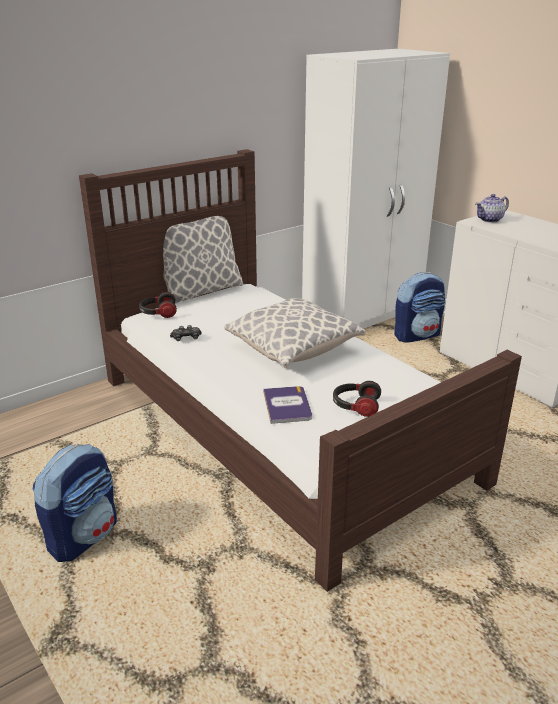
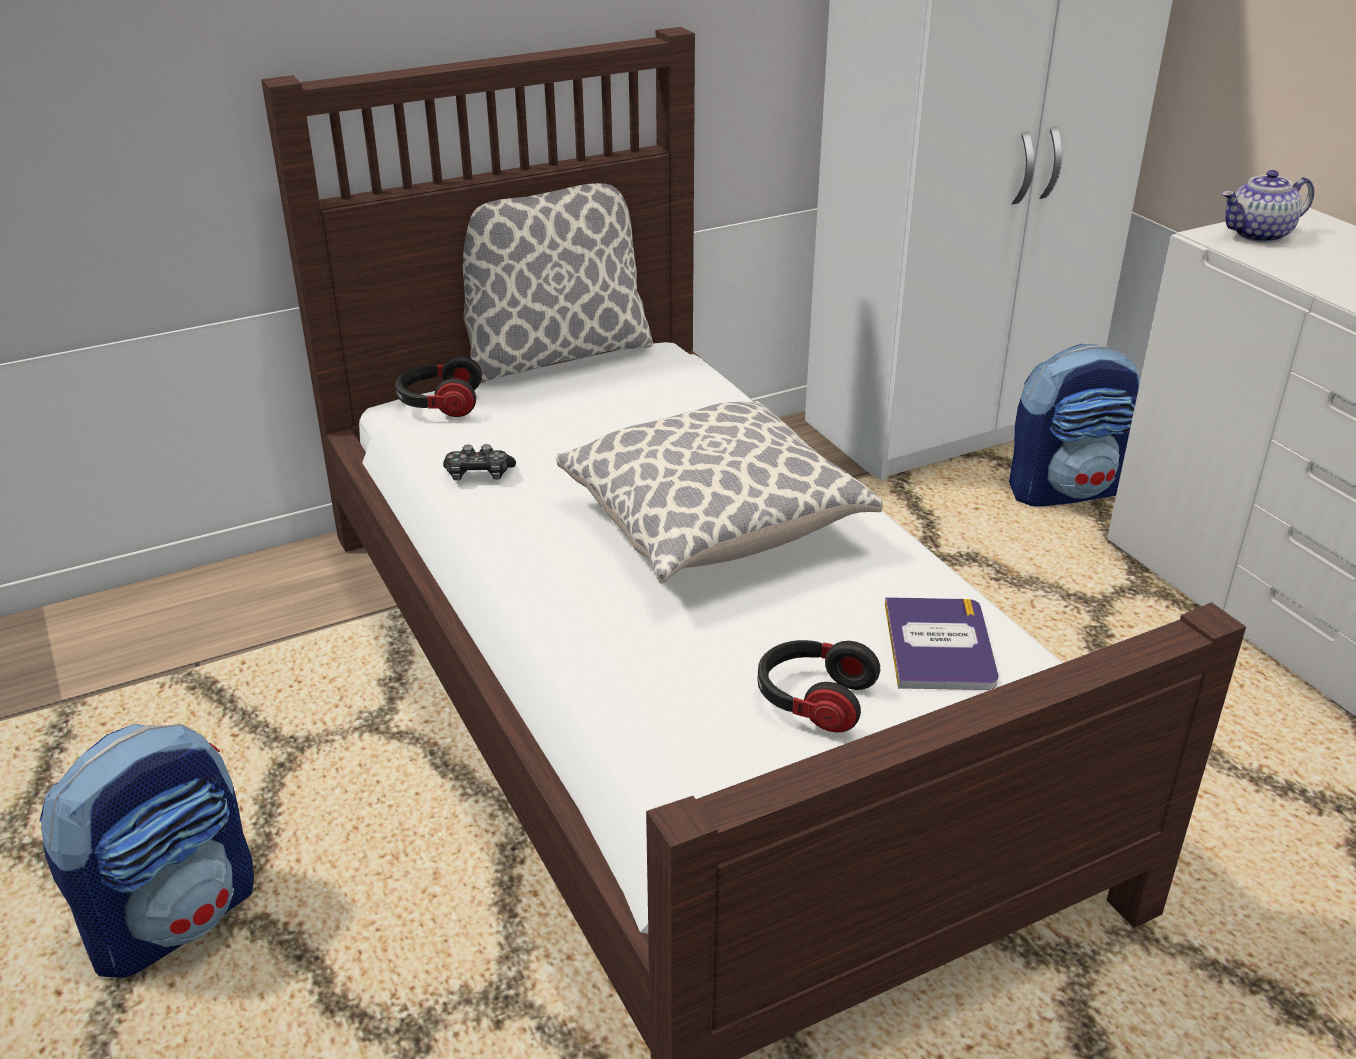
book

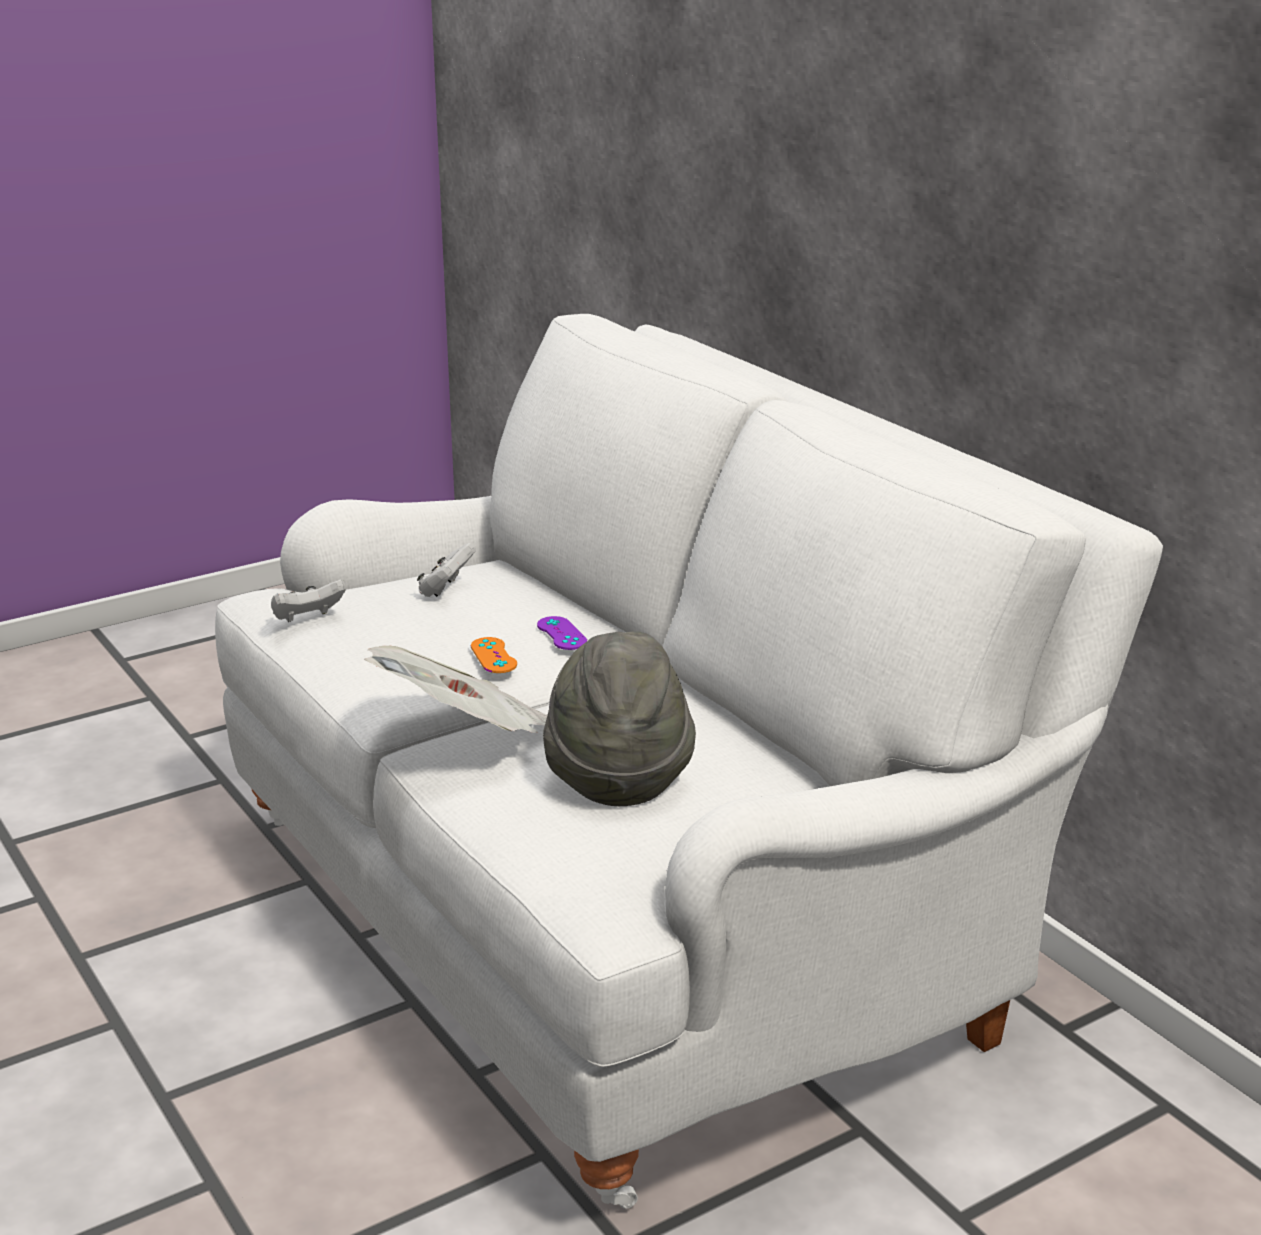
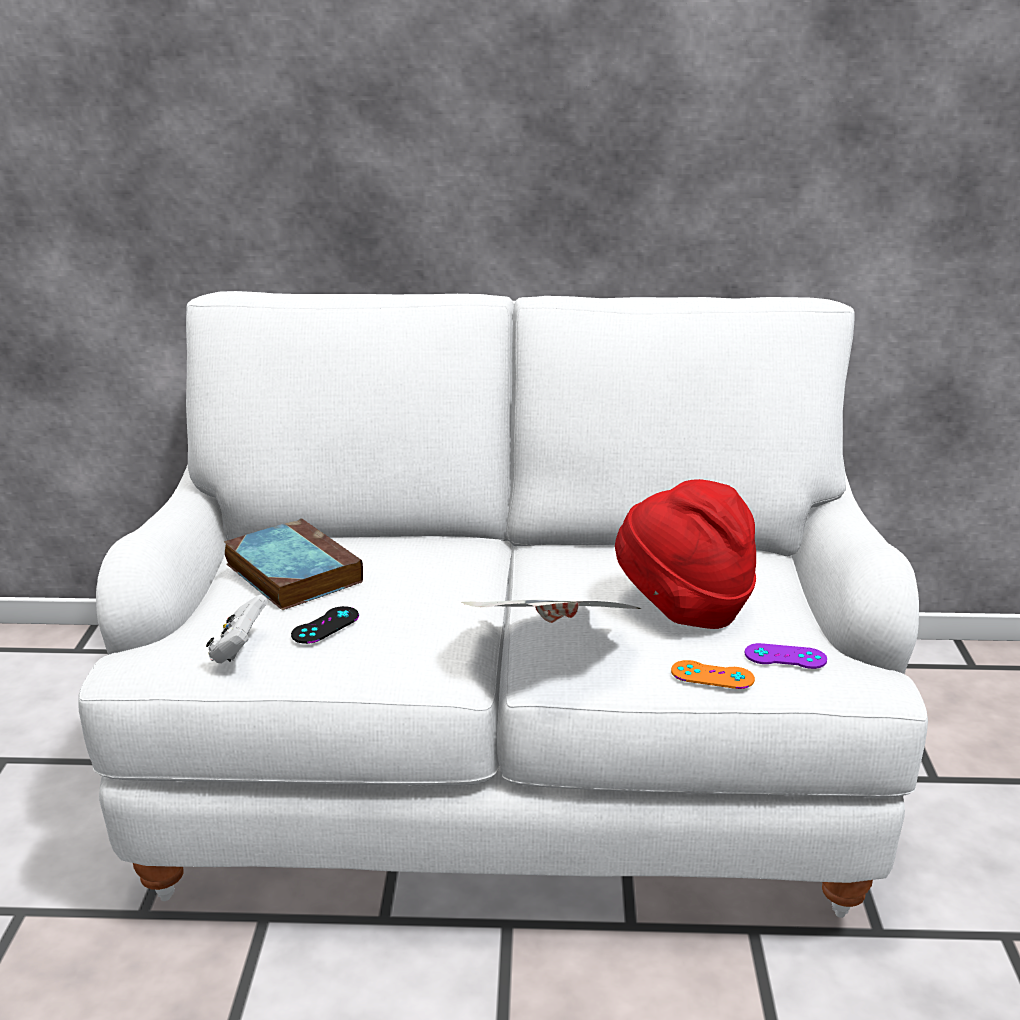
book
purple game controller
red hat
orange game controller
black game controller

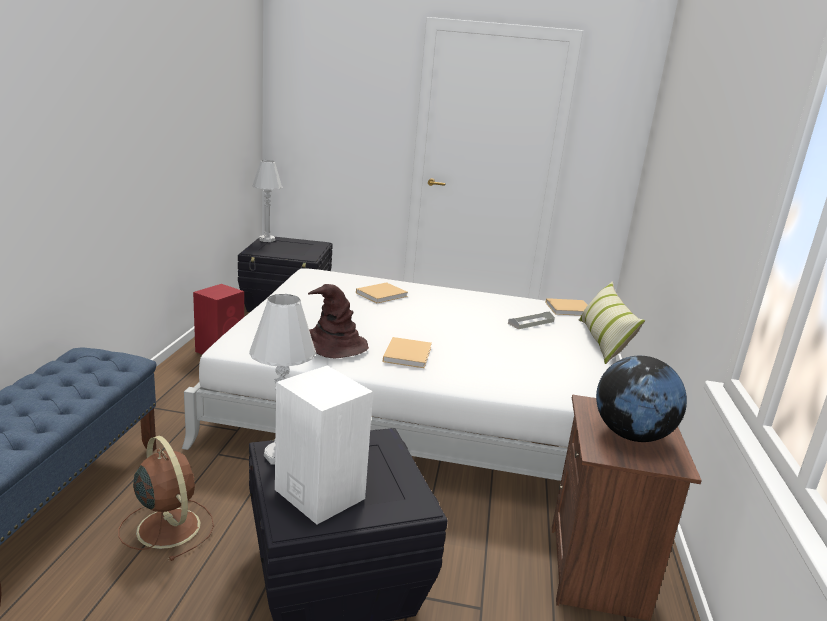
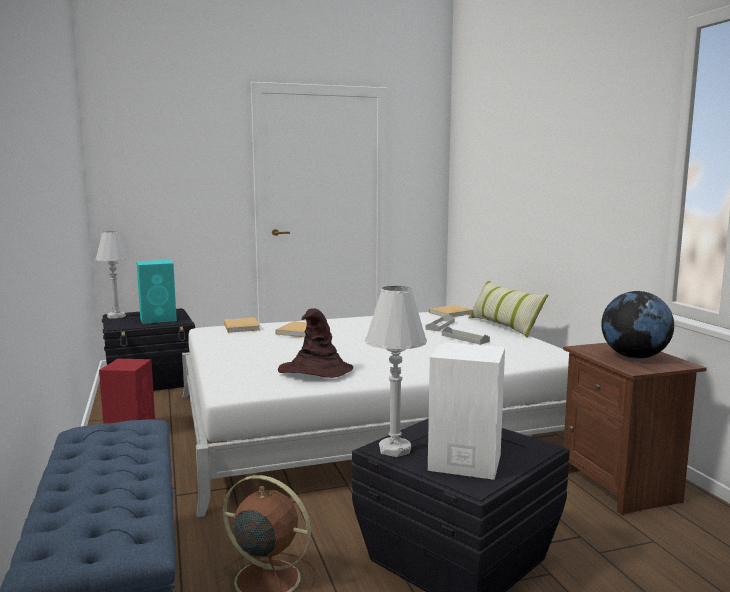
beige book (1st from left)
turquoise speaker
grey tray (2nd from left)

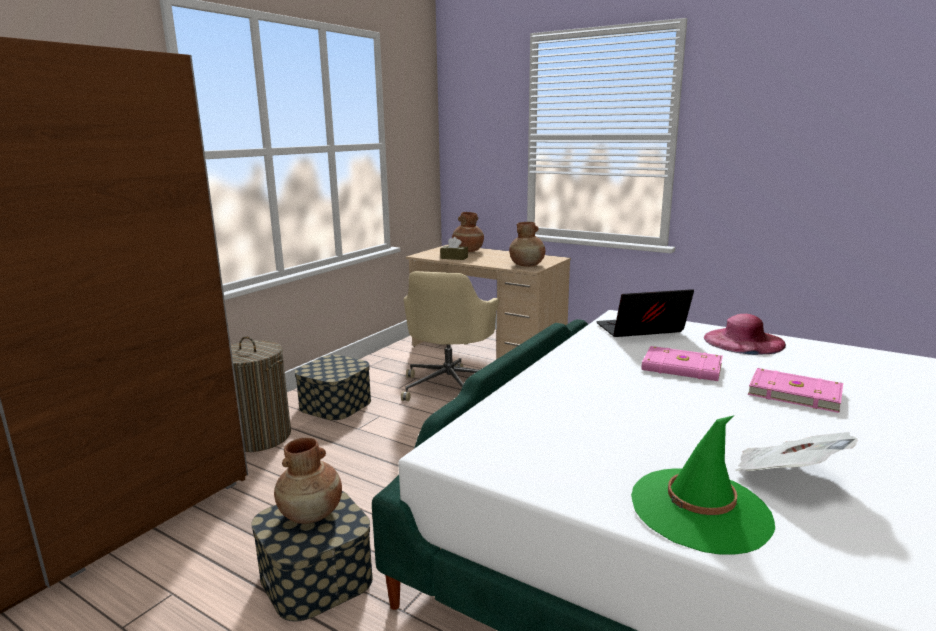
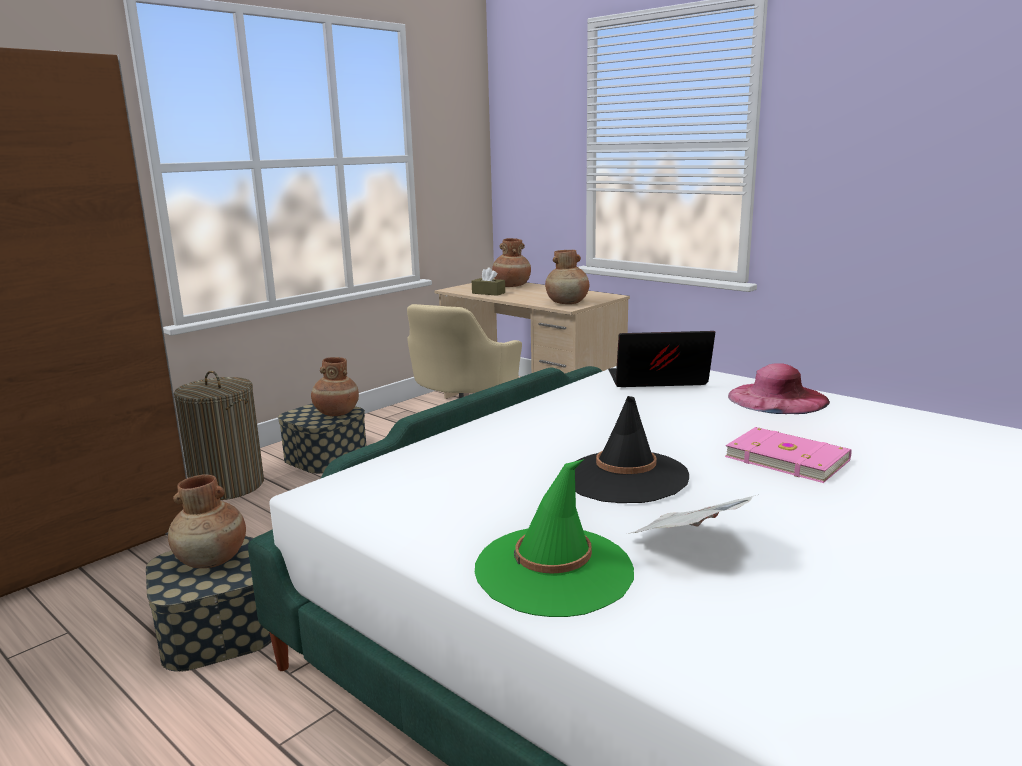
pink book (1st from left in the first image)
brown vase (2nd from left)
black hat

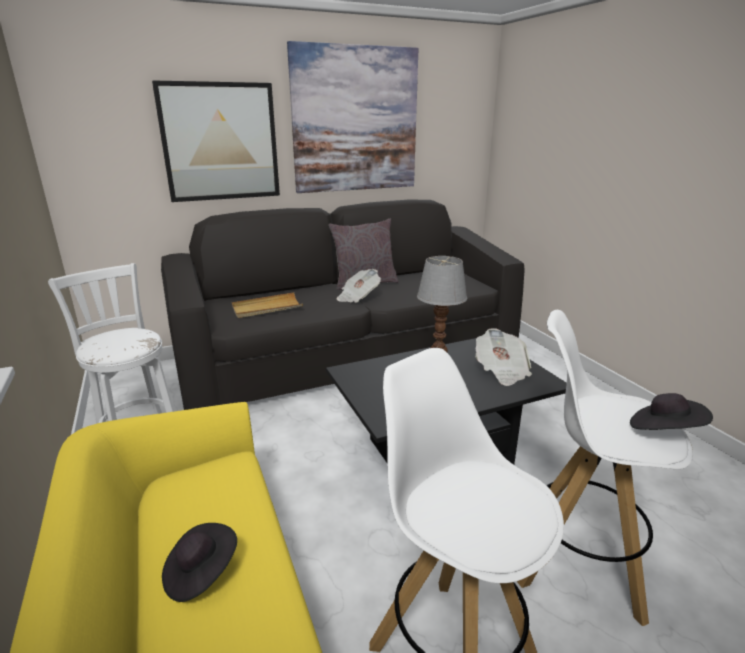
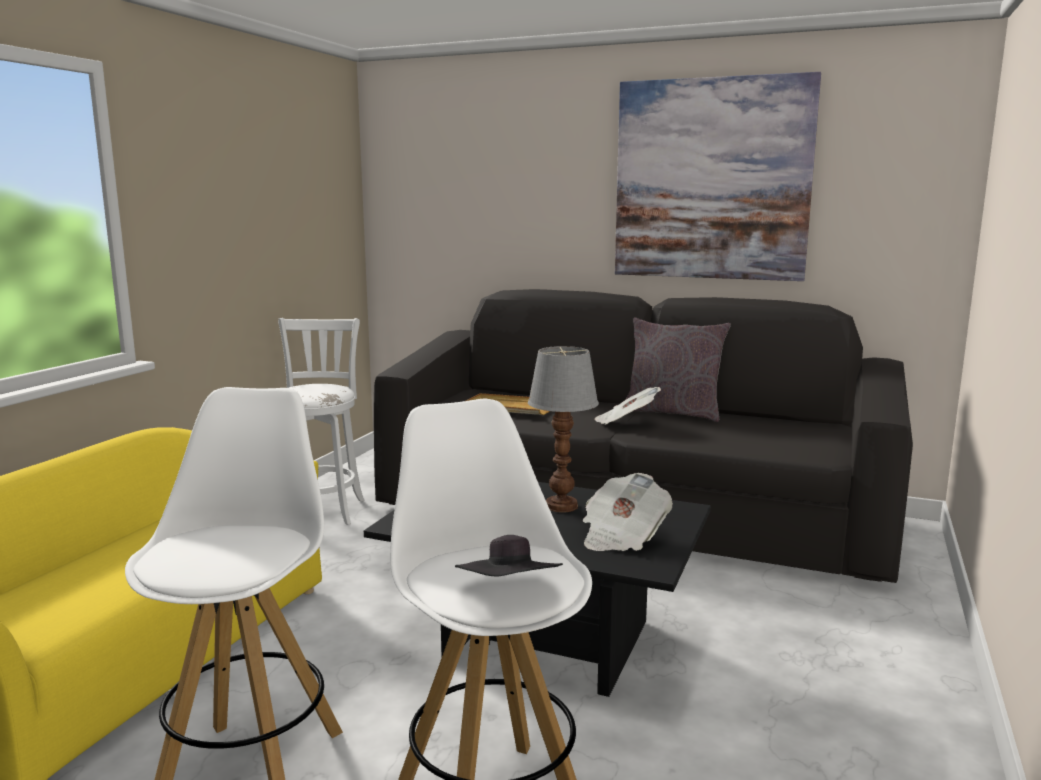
picture (1st from left in the first image)
black hat (1st from left in the first image)

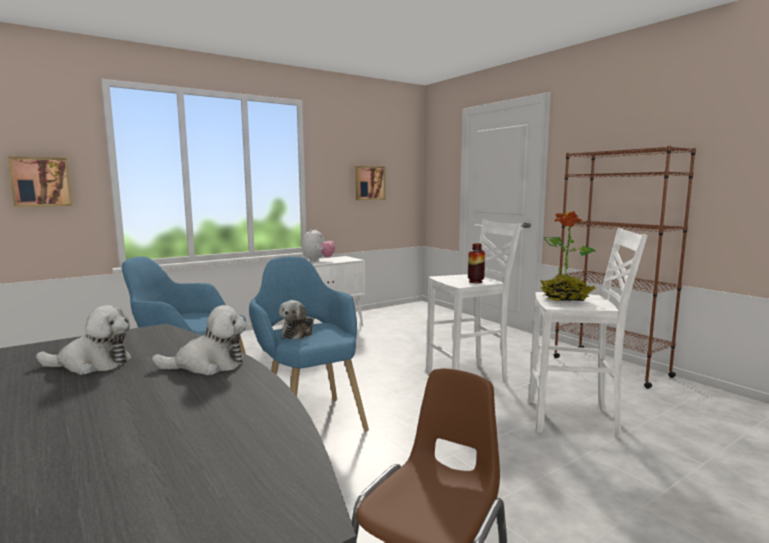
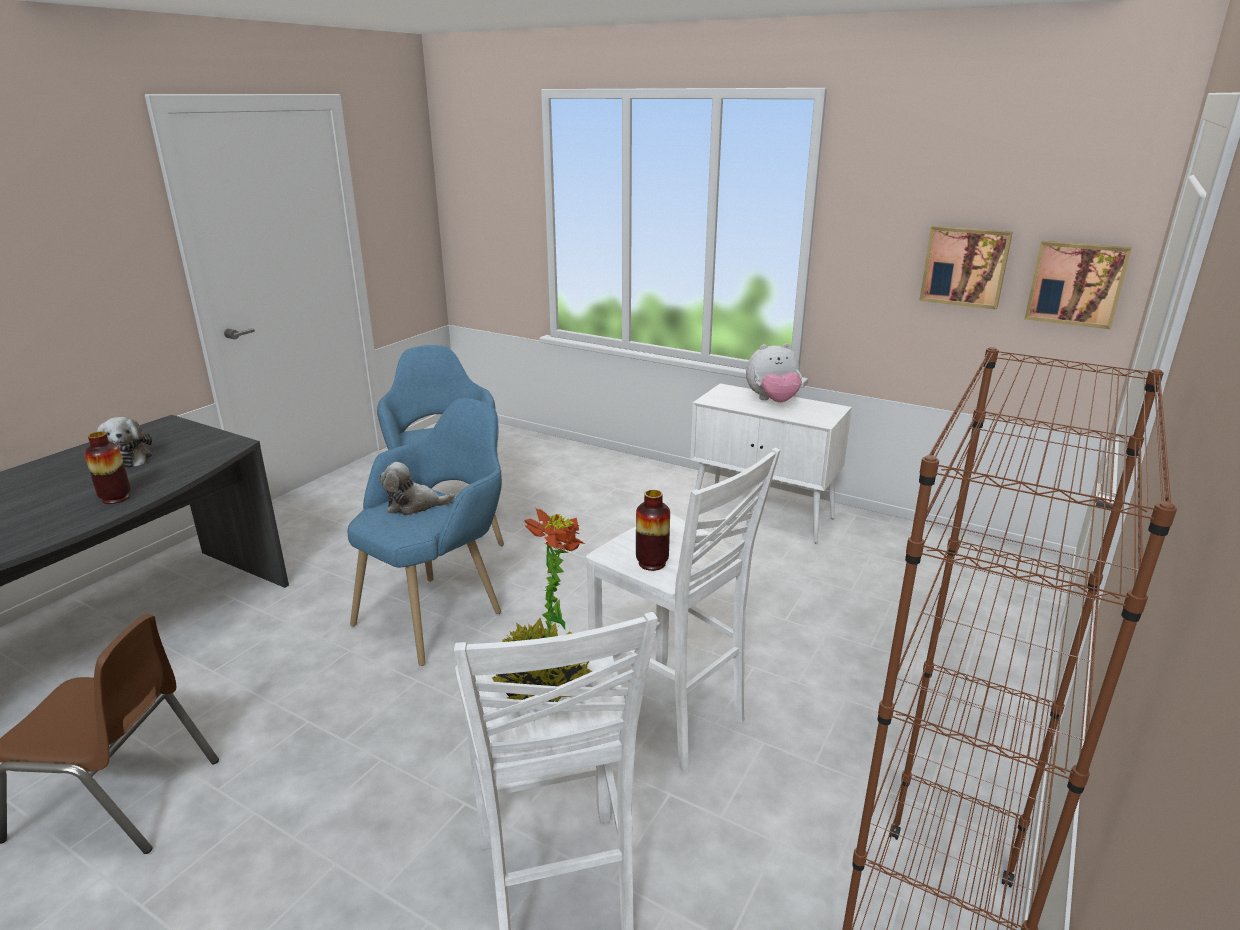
picture (2nd from left)
vase (1st from left)

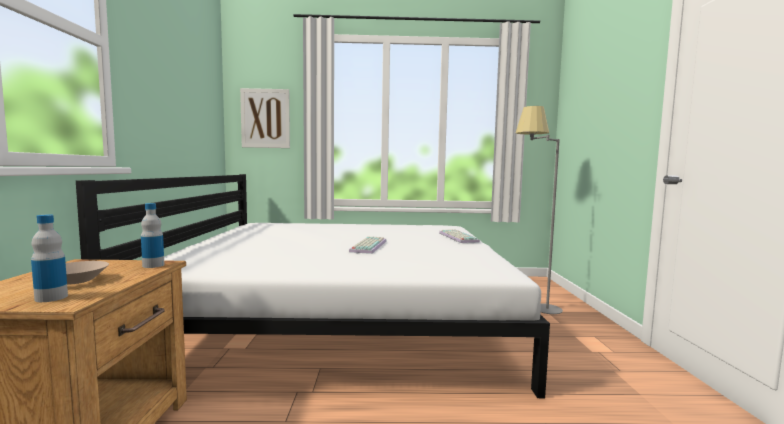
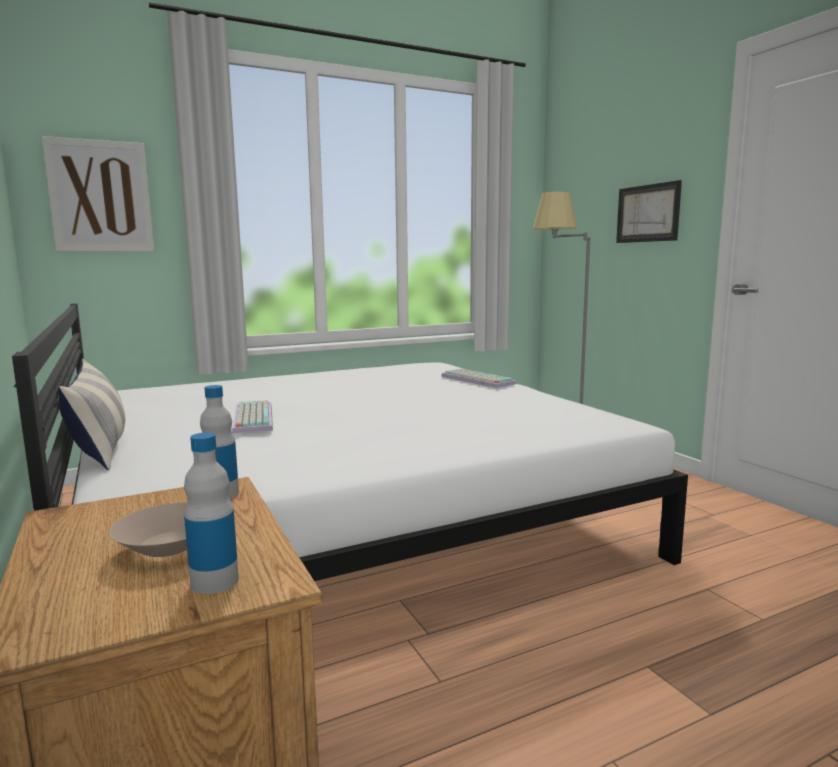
keyboard (1st from left)
picture (2nd from left)
pillow

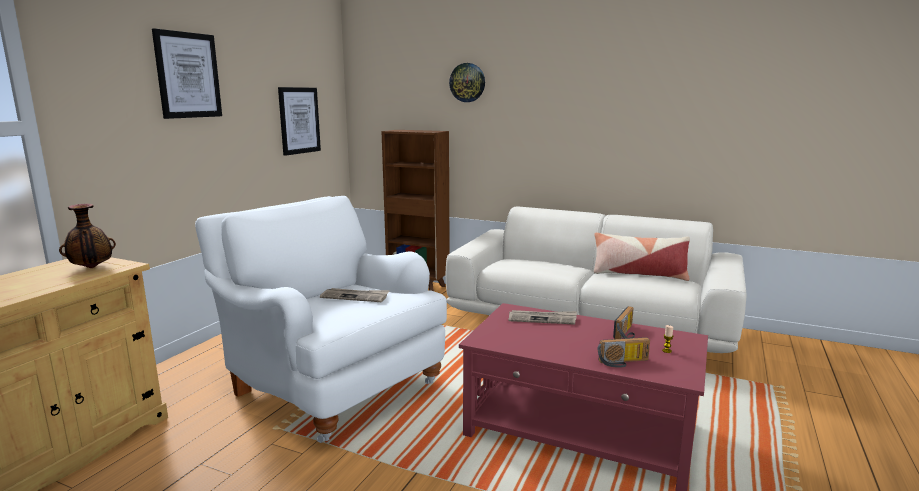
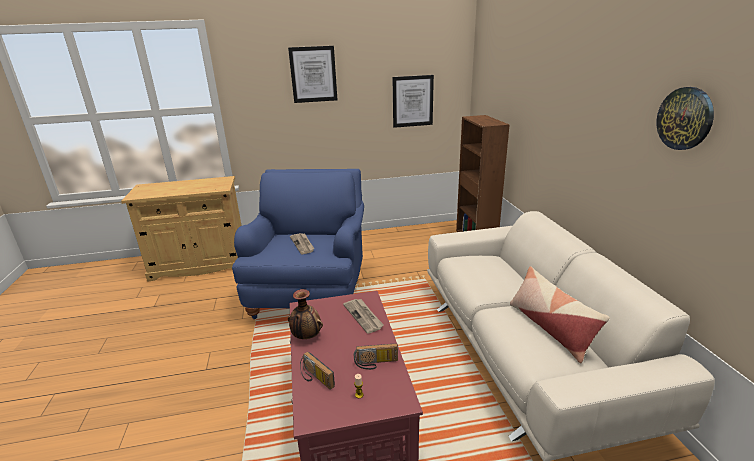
wall clock
blue armchair
vase

